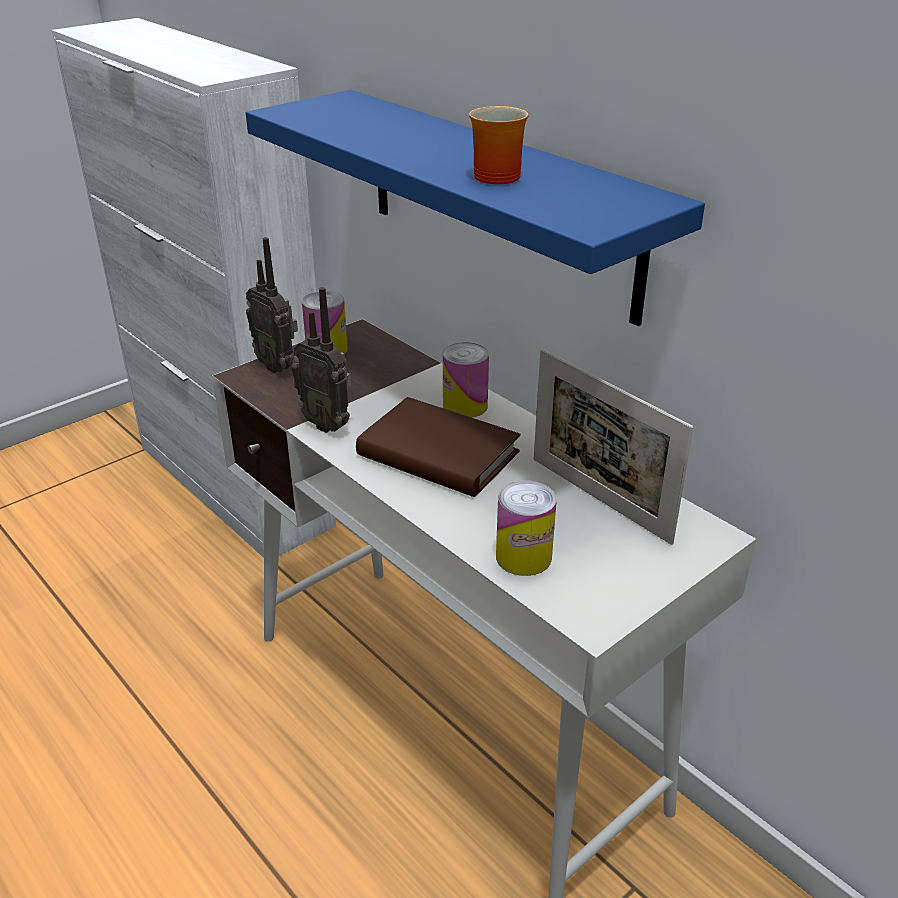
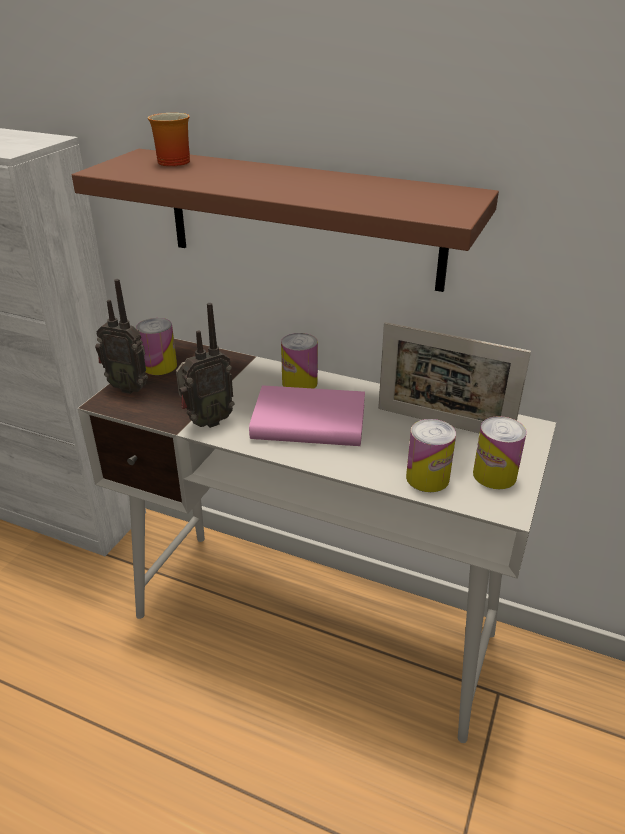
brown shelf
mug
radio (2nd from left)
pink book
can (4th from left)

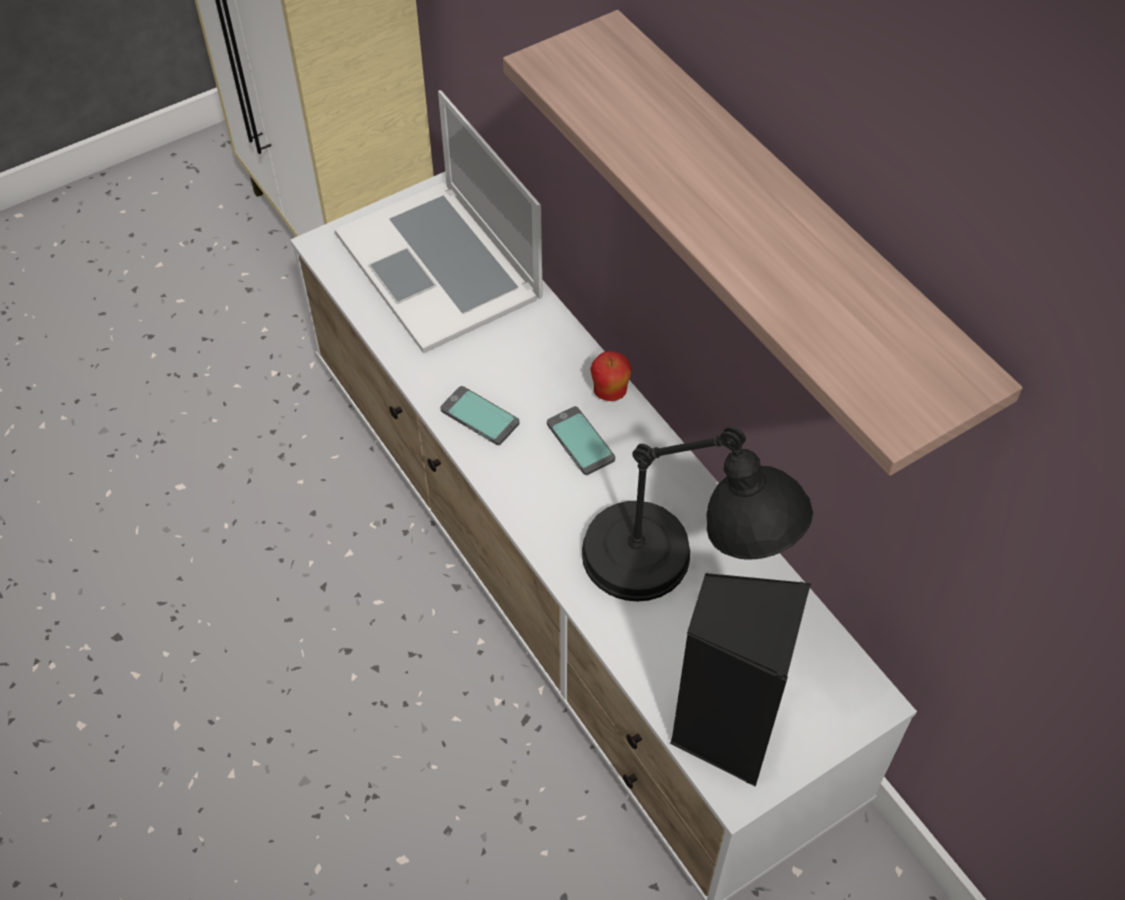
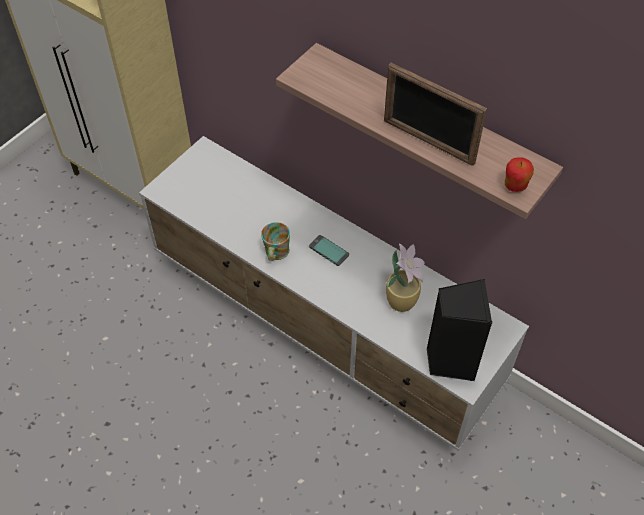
laptop
apple
mug
potted plant
picture frame

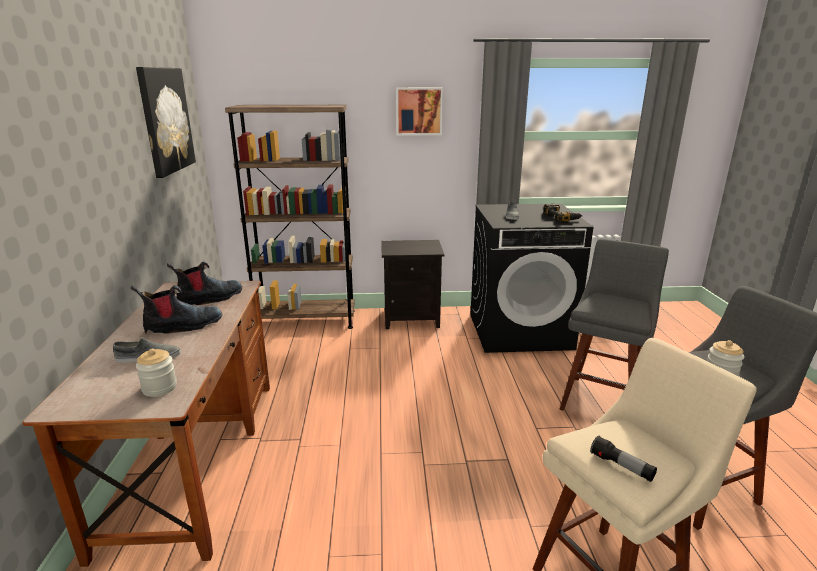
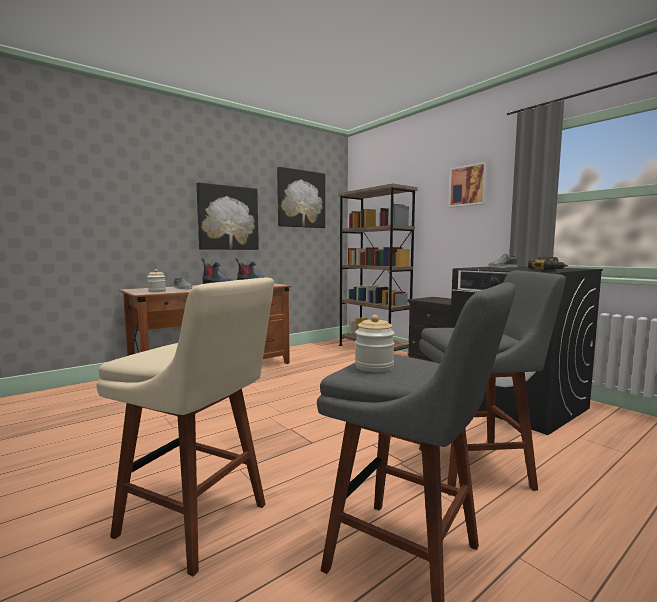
flashlight
picture (1st from left)

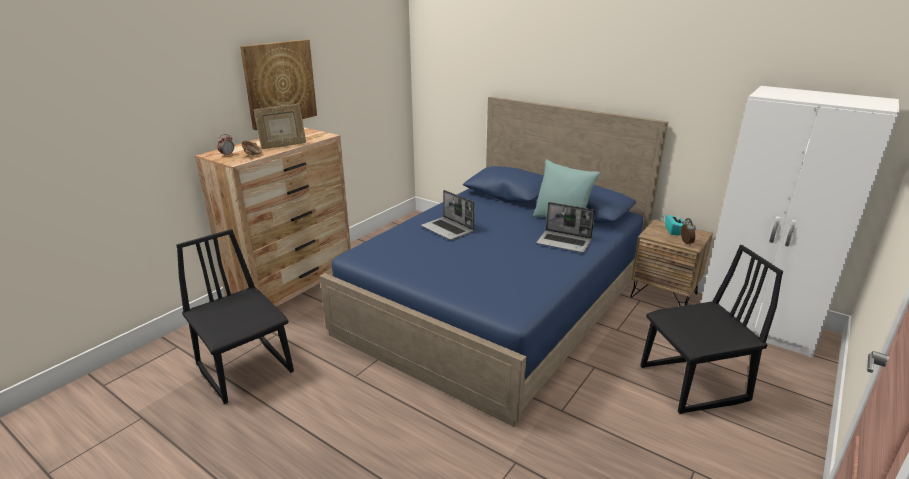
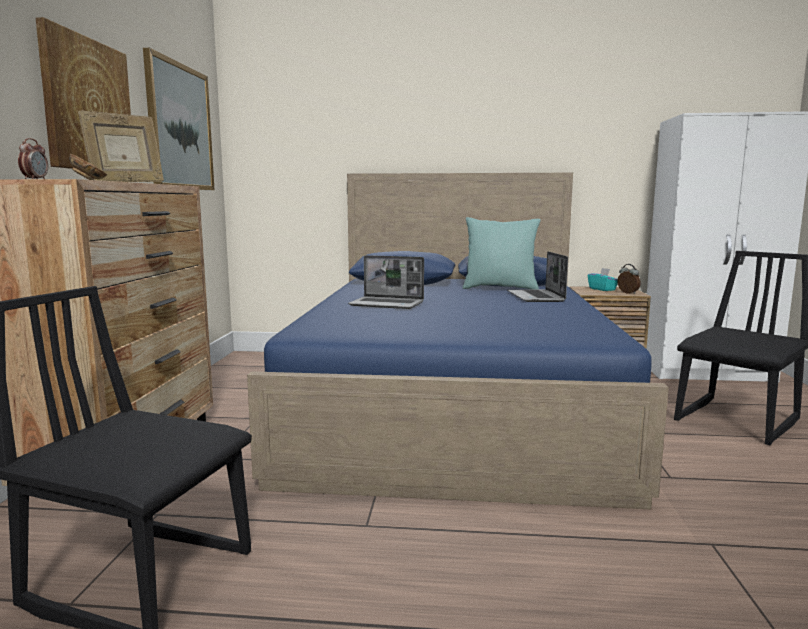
laptop (2nd from left)
picture (2nd from left)

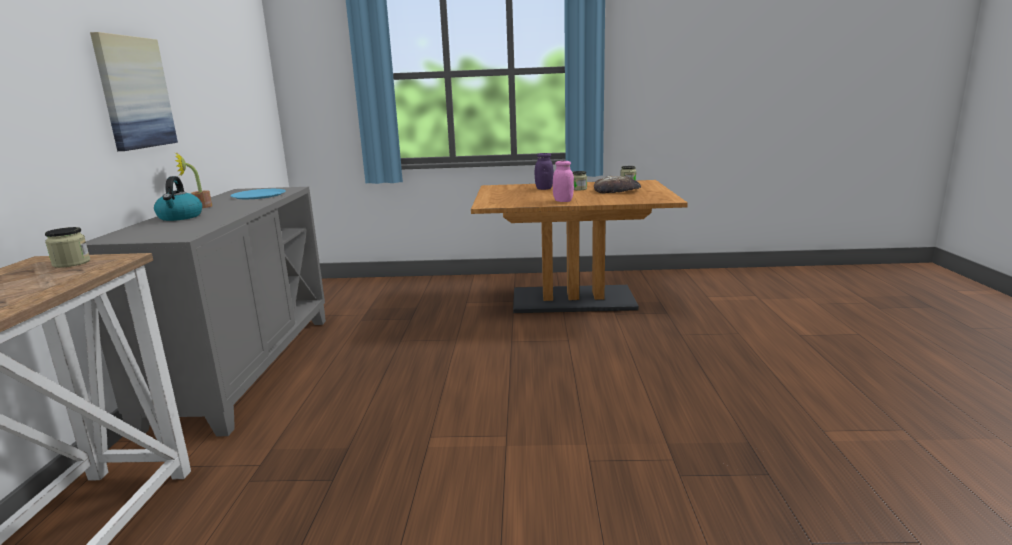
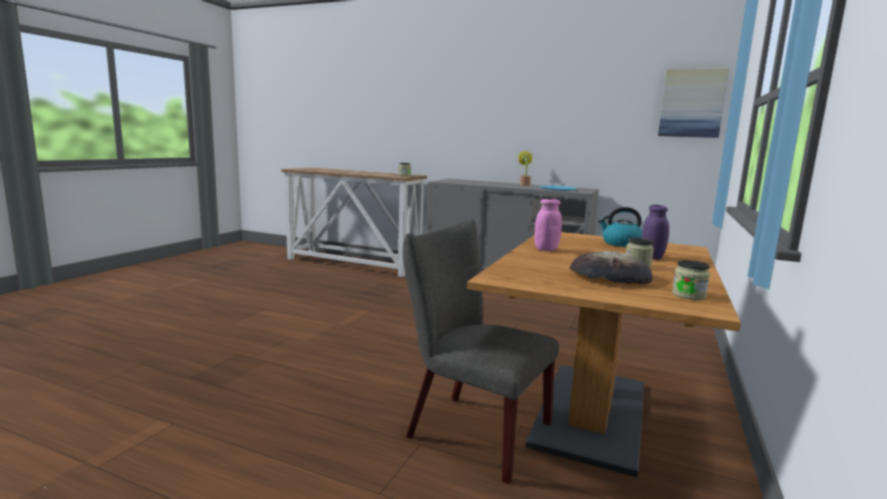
picture
kettle
grey chair

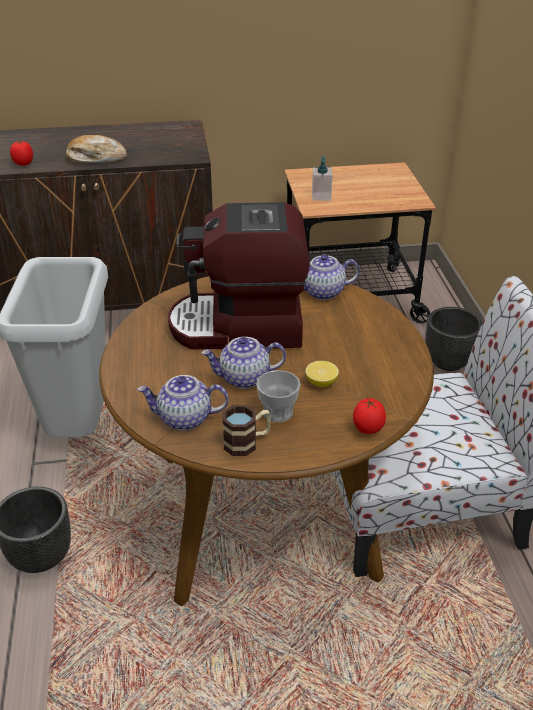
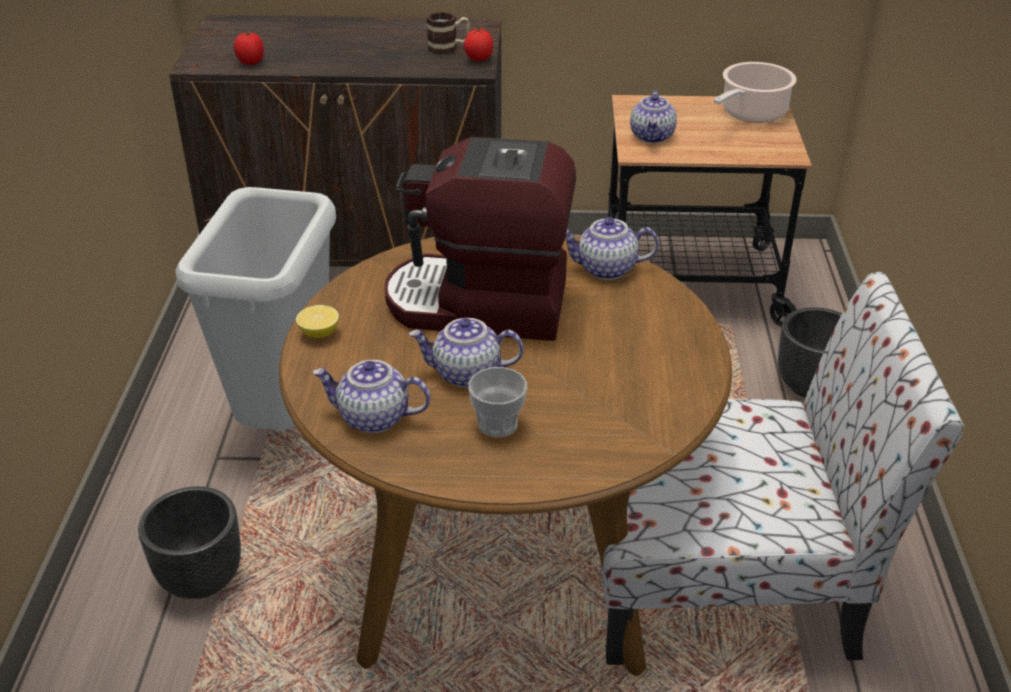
bread
teapot (4th from left)
lemon
tomato (2nd from left)
mug
cooking pot

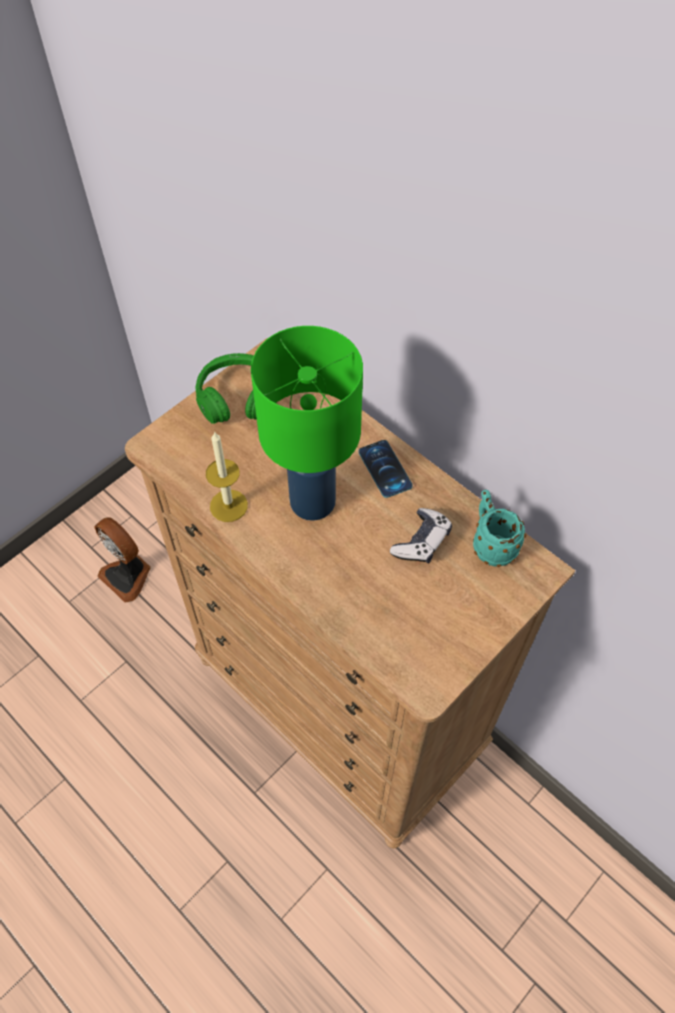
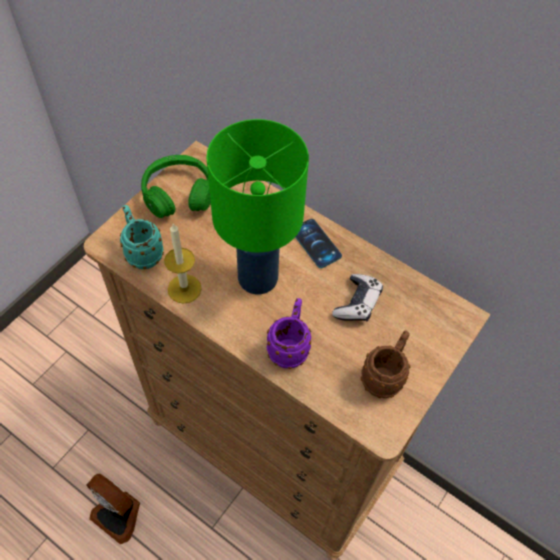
turquoise mug
fan
purple mug
brown mug

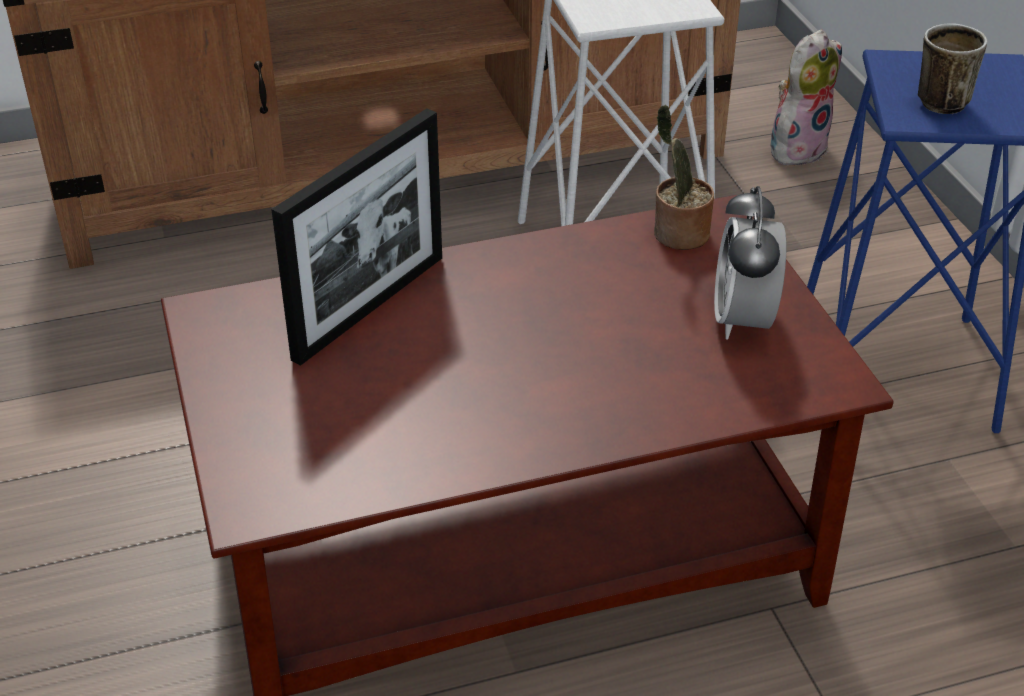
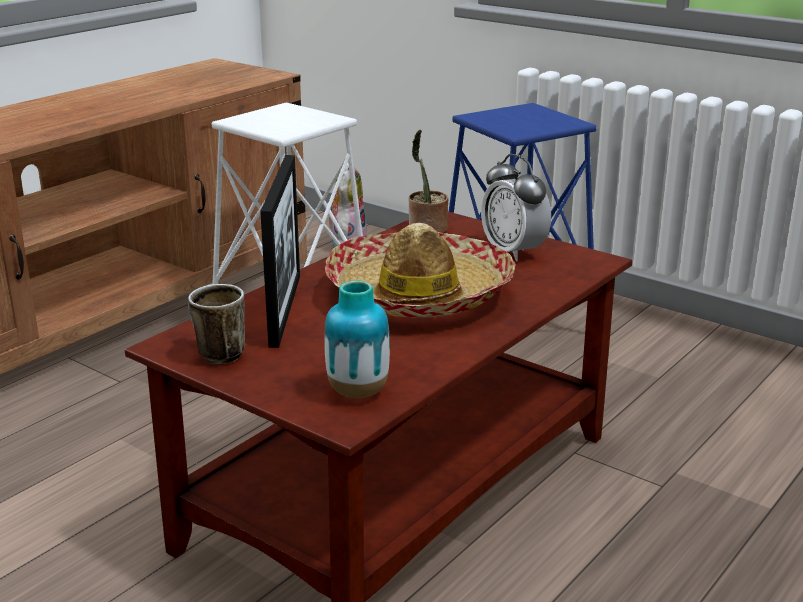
mug
hat
vase

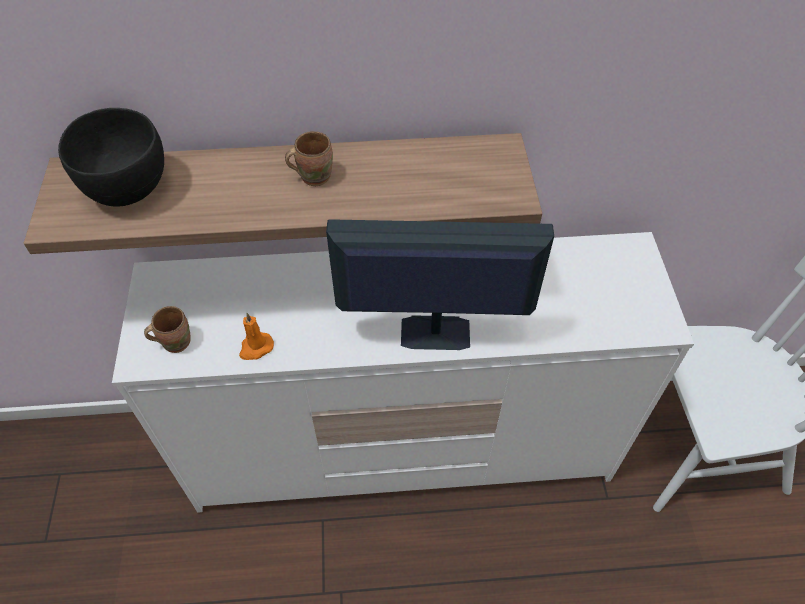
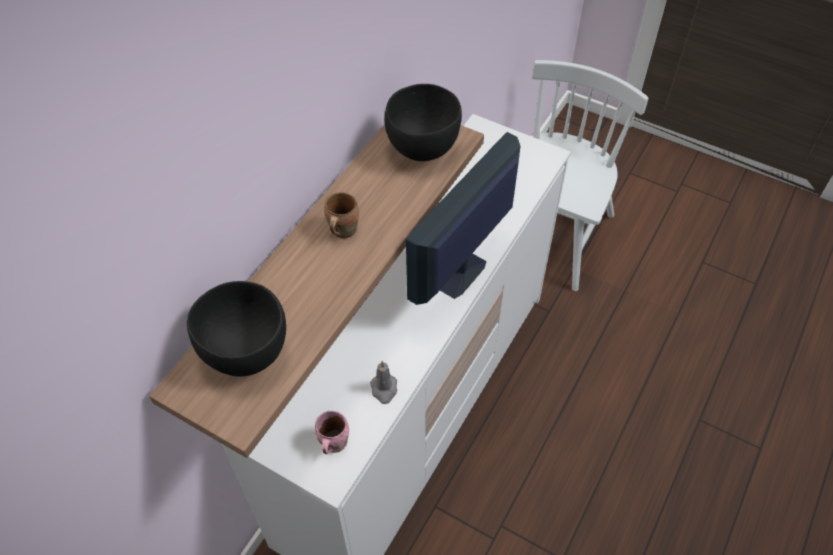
pink mug
grey candle
black bowl (2nd from left)

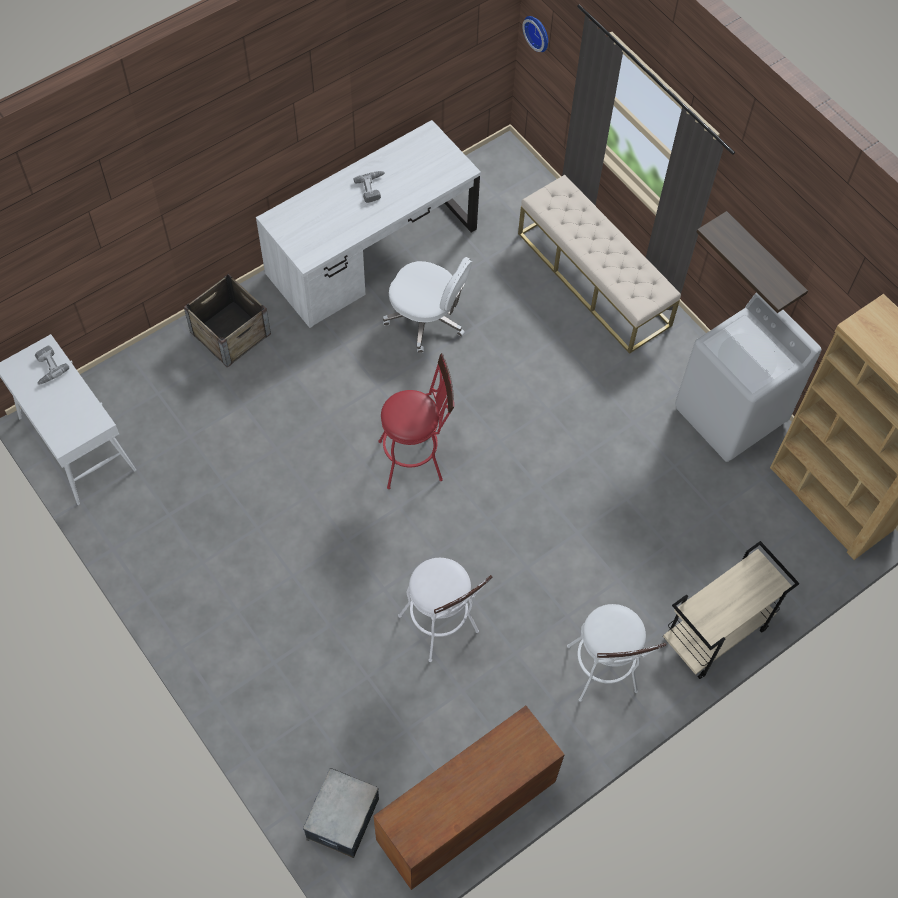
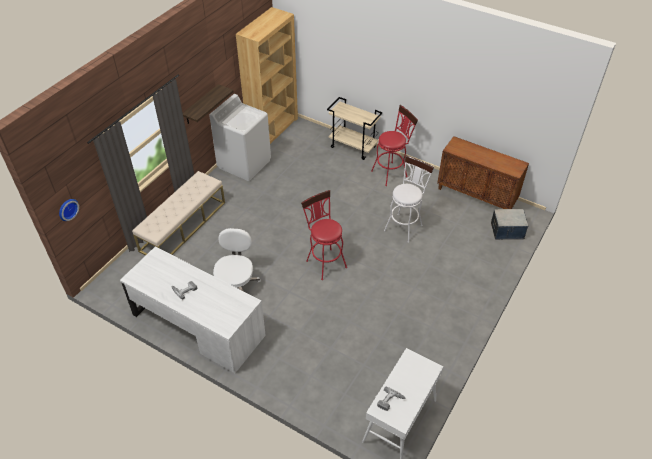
crate
red stool (2nd from left)

